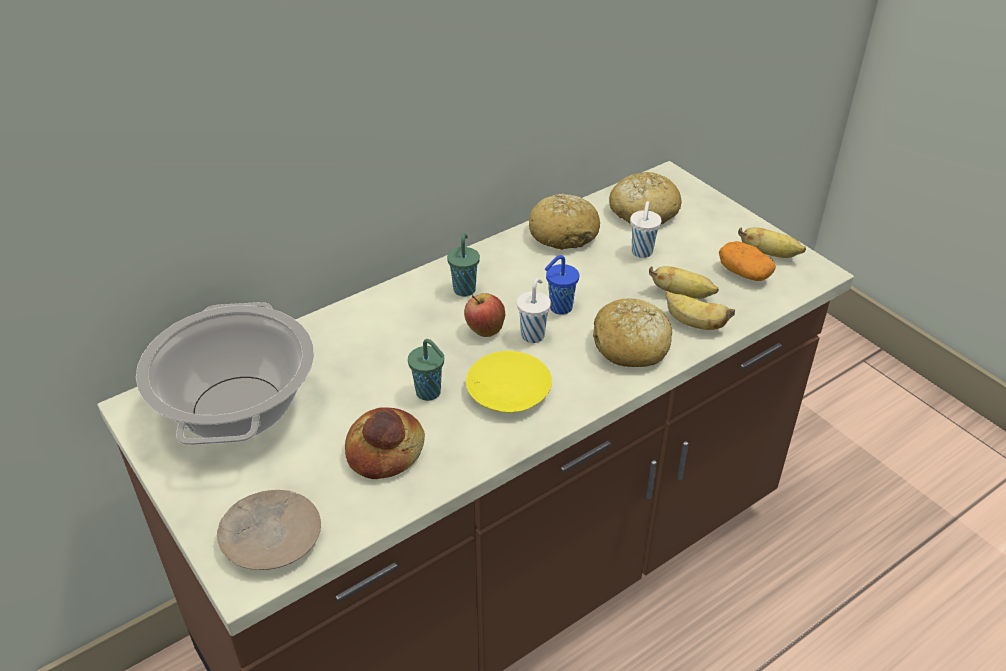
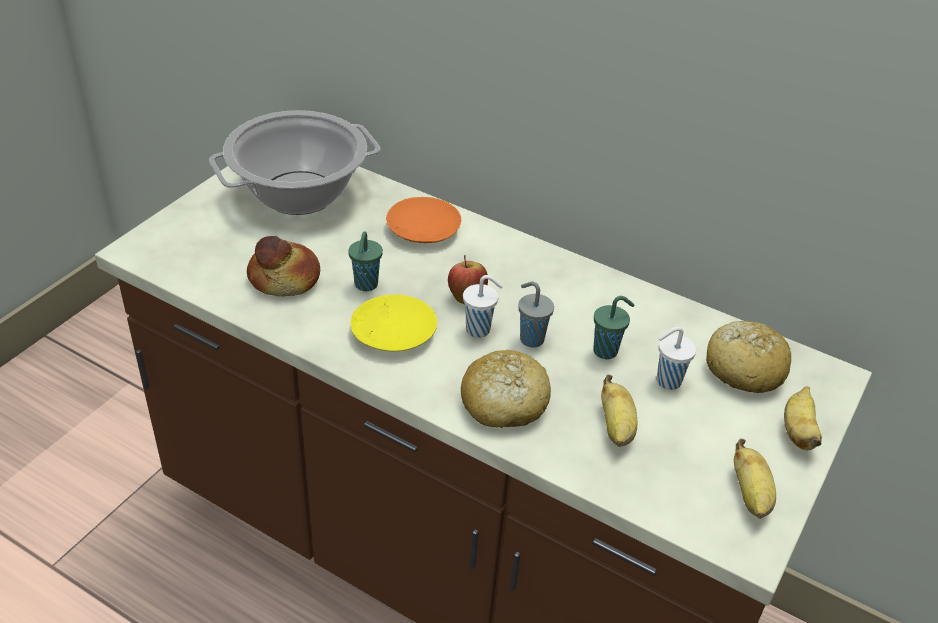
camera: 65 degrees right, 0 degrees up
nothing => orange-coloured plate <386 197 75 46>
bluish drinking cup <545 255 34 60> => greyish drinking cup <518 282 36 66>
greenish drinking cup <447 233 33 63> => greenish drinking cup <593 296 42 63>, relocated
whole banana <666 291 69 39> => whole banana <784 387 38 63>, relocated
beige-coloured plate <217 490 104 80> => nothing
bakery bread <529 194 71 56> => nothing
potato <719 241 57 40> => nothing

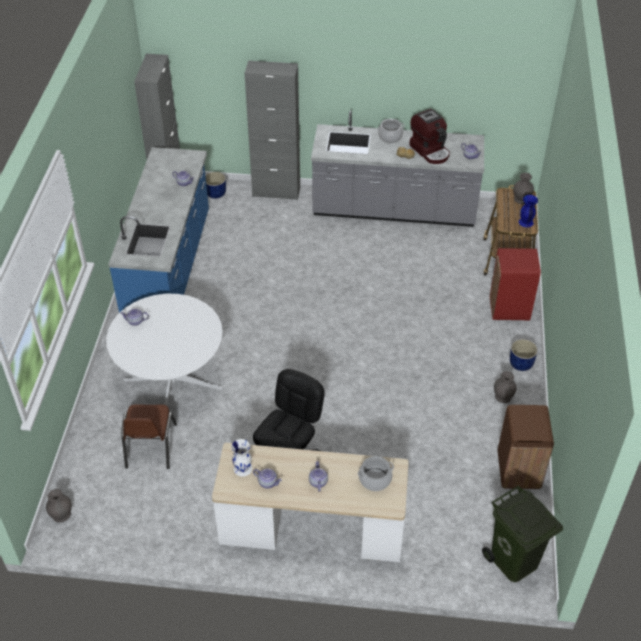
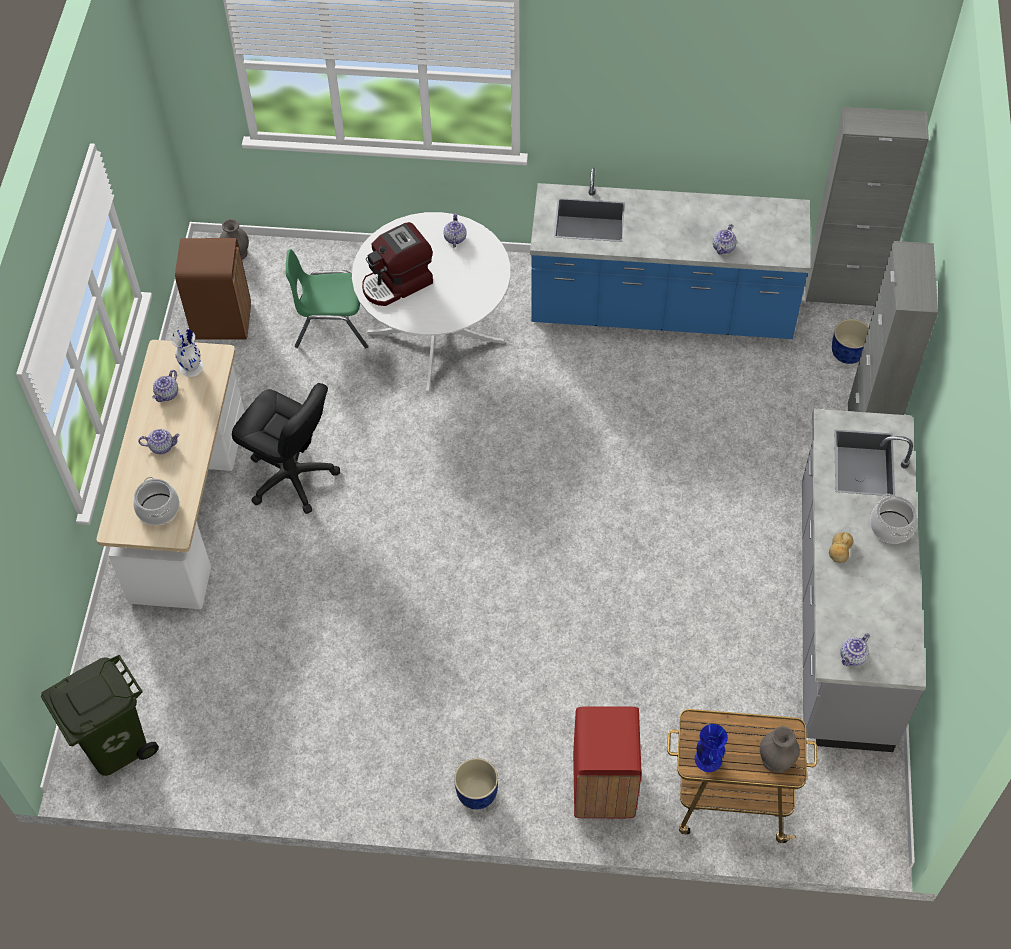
camera: 90 degrees right, 10 degrees up
brownish trash can <498 405 56 84> => brownish trash can <175 238 76 102>, relocated
brownish upright chair <121 404 56 65> => greenish upright chair <286 249 82 99>
coffee maker <409 109 41 55> => coffee maker <362 222 71 84>, relocated
greyish vase <494 371 23 32> => nothing

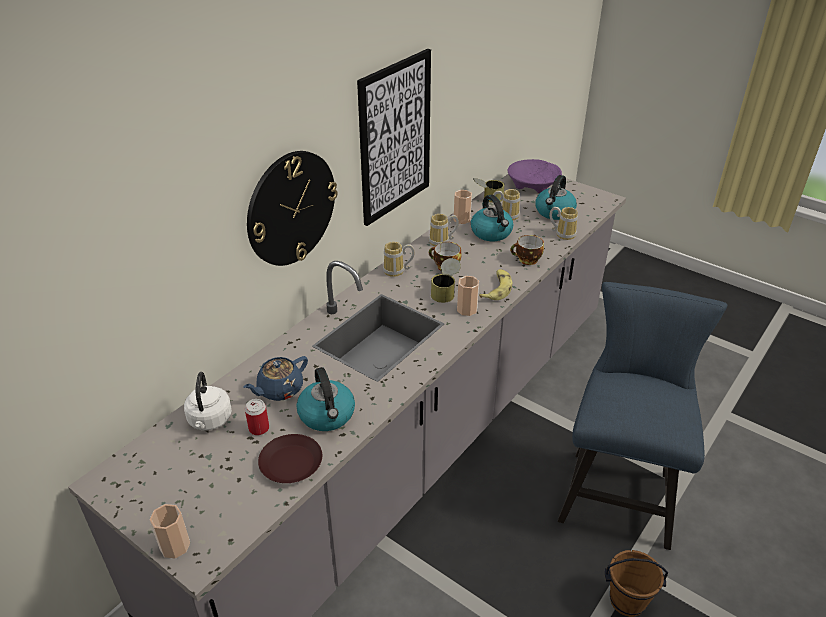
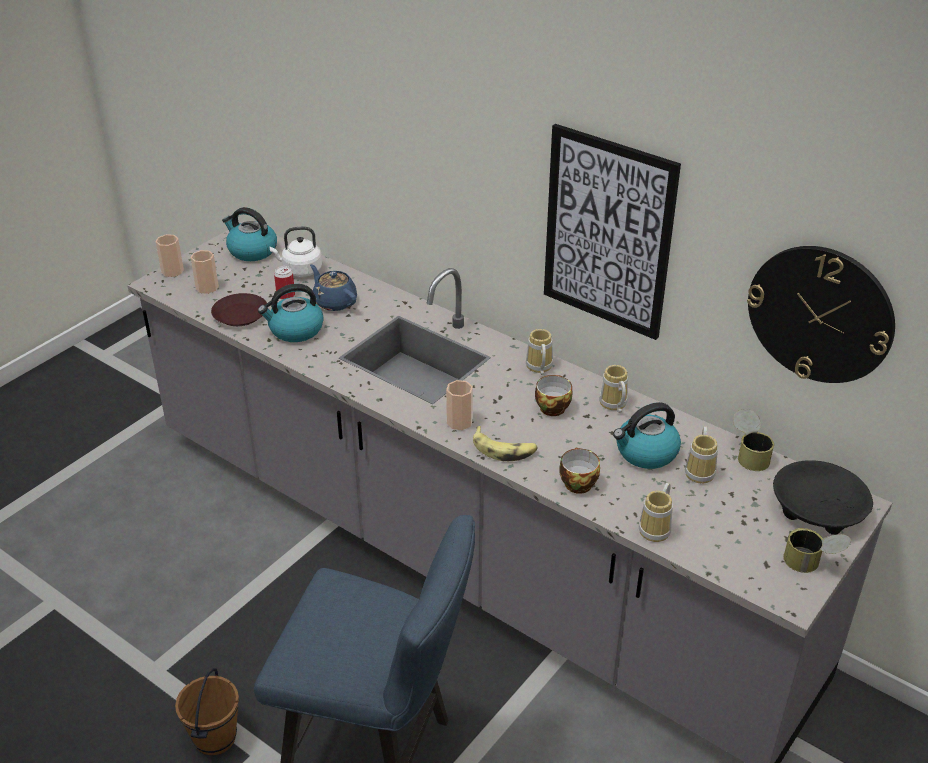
camera: 90 degrees right, 0 degrees up
drinking cup <453 190 19 34> => drinking cup <190 250 29 44>, relocated
kettle <535 175 42 45> => kettle <222 207 55 54>, relocated
hanging clock <247 151 90 115> => hanging clock <747 246 148 137>, relocated
purple-coloured deep dish <508 159 54 34> => blackish deep dish <773 460 100 75>
metal can <431 258 30 45> => metal can <783 528 68 45>, relocated

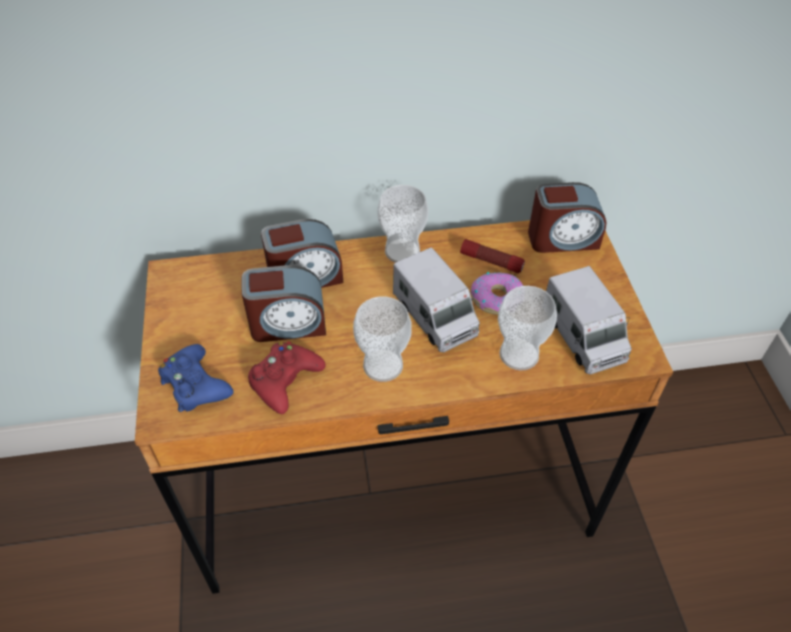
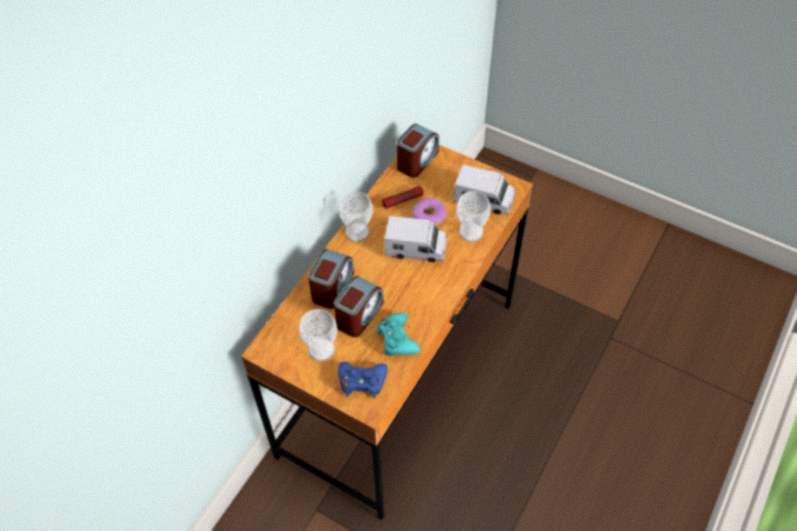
camera: 50 degrees left, 5 degrees up
drinking cup <353 297 59 85> => drinking cup <299 309 38 52>, relocated
reddish gamepad <248 342 77 72> => turquoise-coloured gamepad <376 312 44 44>

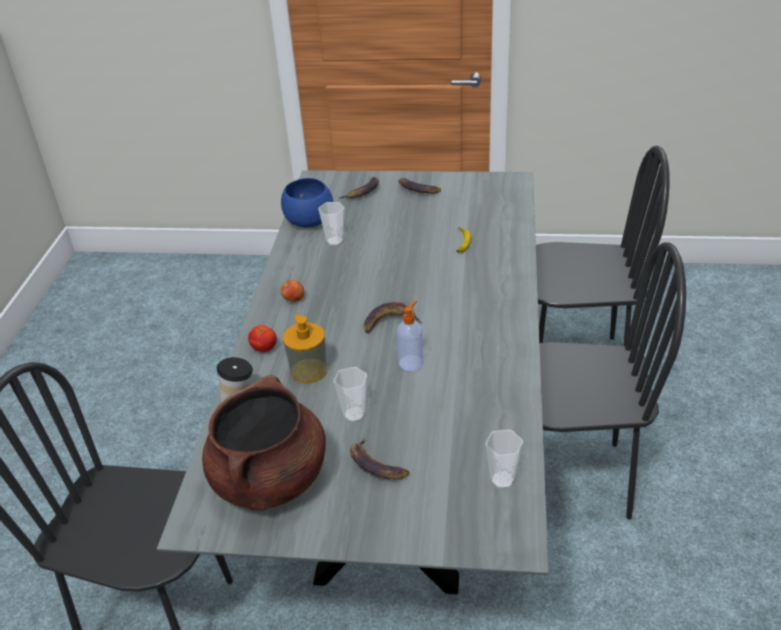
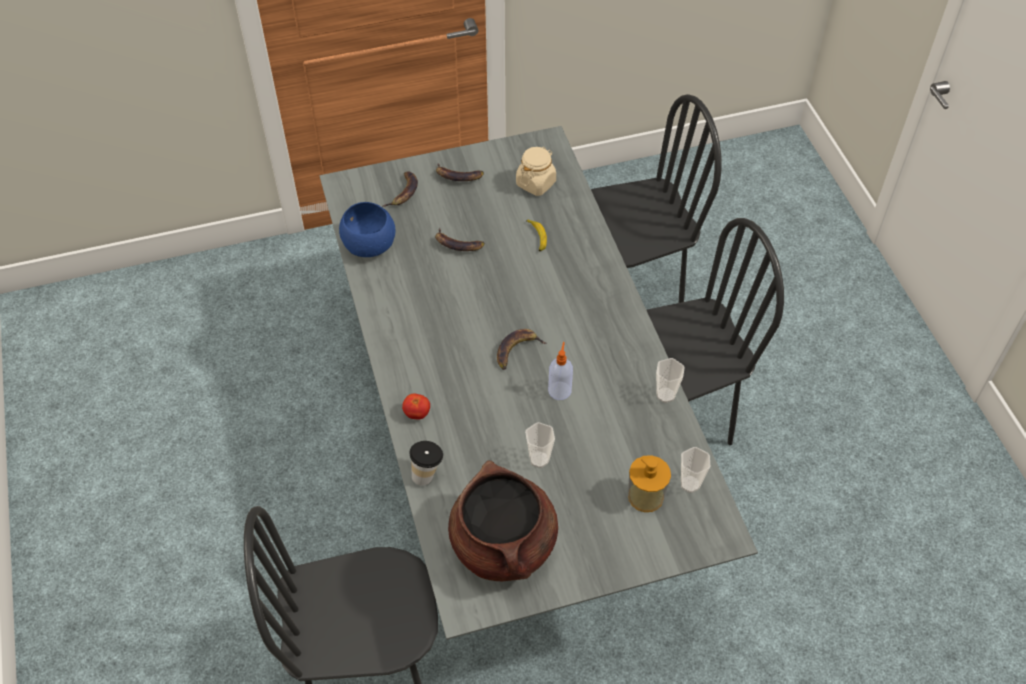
camera: 25 degrees left, 15 degrees up
whole banana <350 438 59 42> => whole banana <435 228 50 23>, relocated
nothing => beige-coloured jar <516 147 40 49>
liquid soap bottle <283 314 44 70> => liquid soap bottle <628 455 43 57>, relocated
drinking cup <318 202 27 44> => drinking cup <656 358 29 45>, relocated
apple fruit <280 280 24 22> => nothing

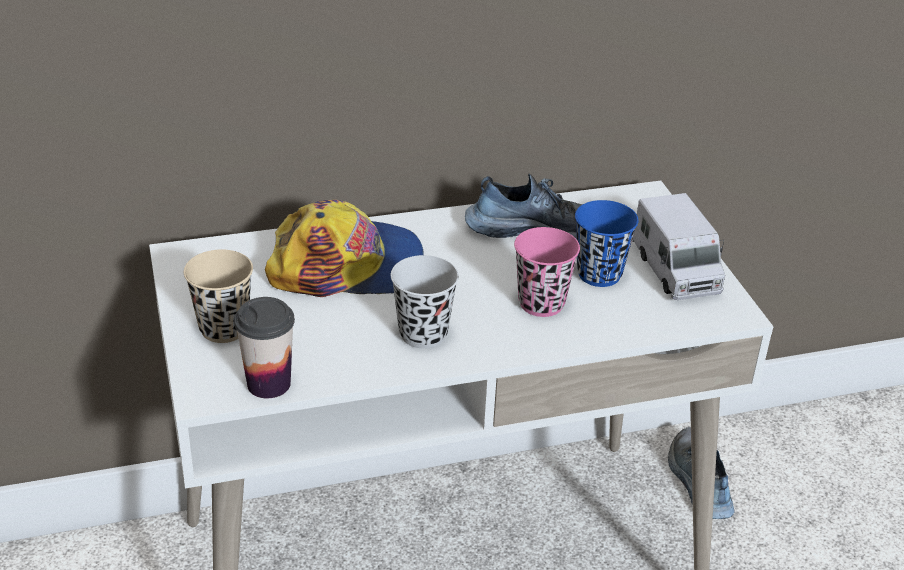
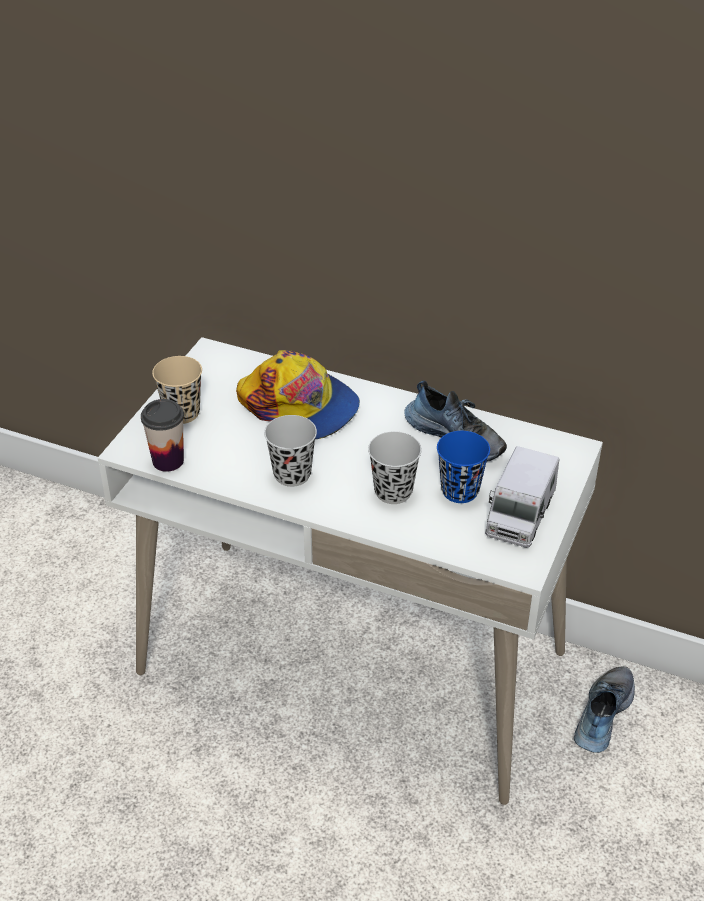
camera: 40 degrees right, 5 degrees up
pinkish drinking cup <514 227 66 90> => blackish drinking cup <368 431 54 73>

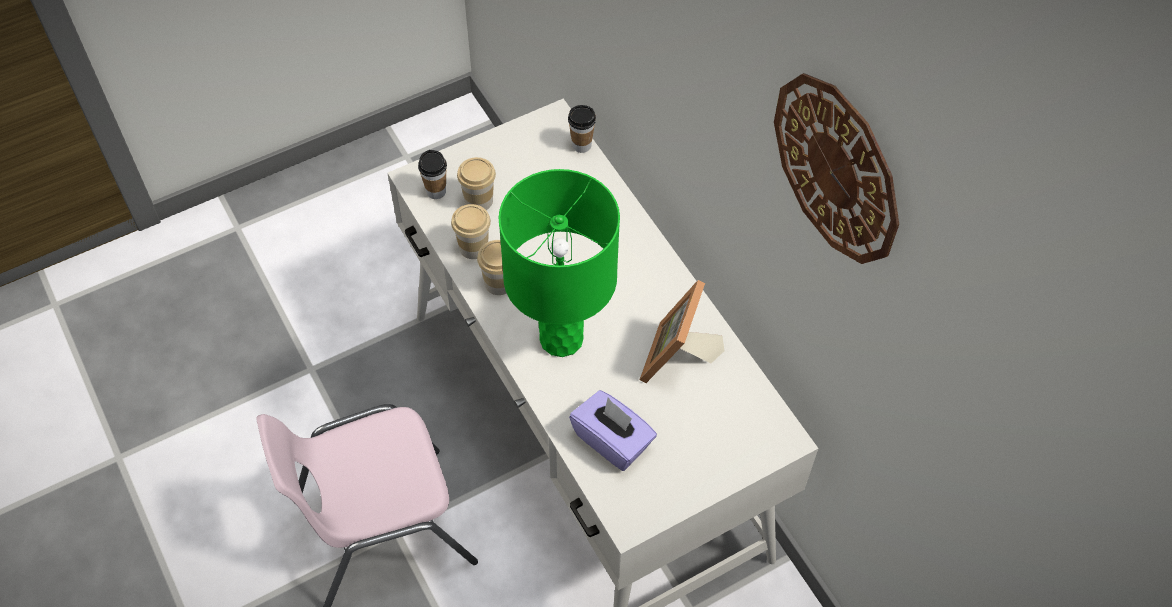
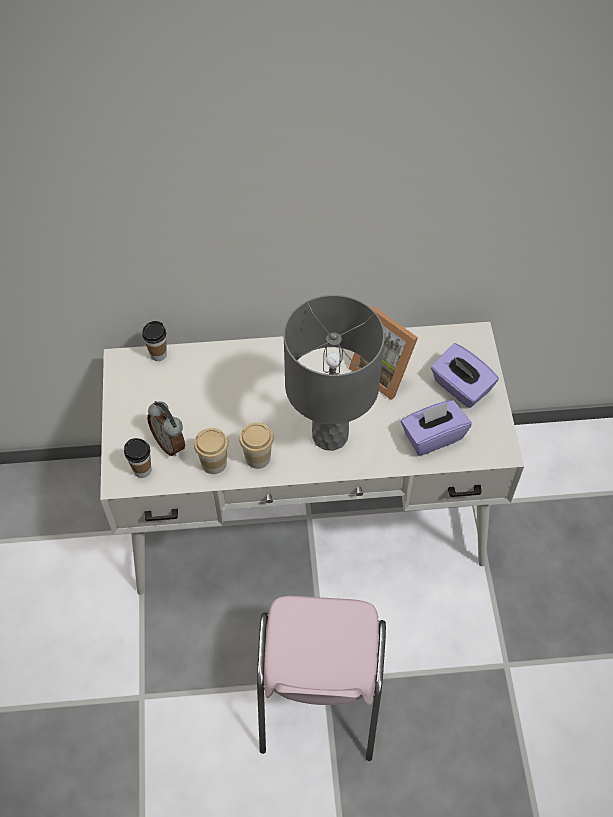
camera: 65 degrees left, 0 degrees up
drinking cup <457 157 39 53> => alarm clock <147 401 38 55>
greenish table lamp <499 169 121 188> => greyish table lamp <283 295 102 156>
nothing => purple-coloured tissue box <431 343 68 65>
hanging clock <774 73 125 191> => nothing

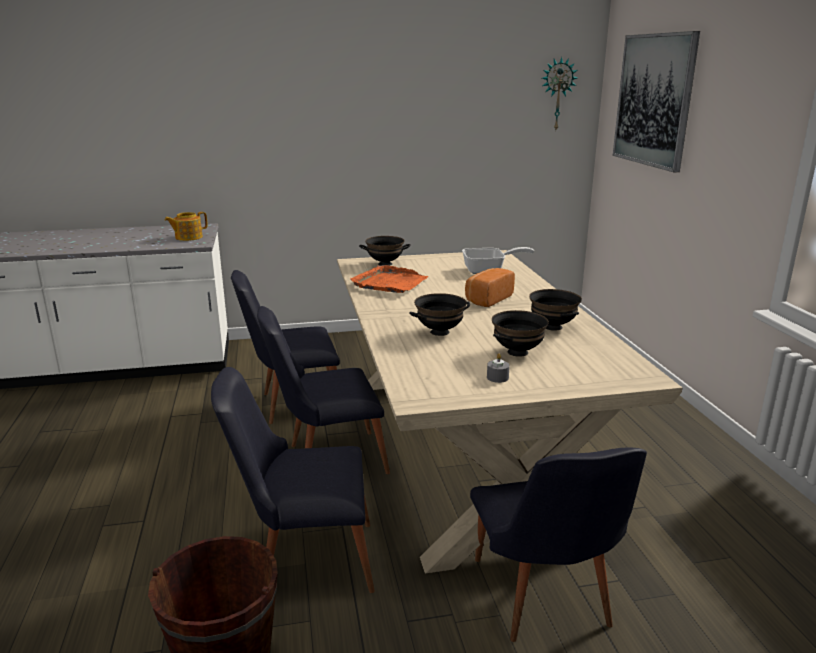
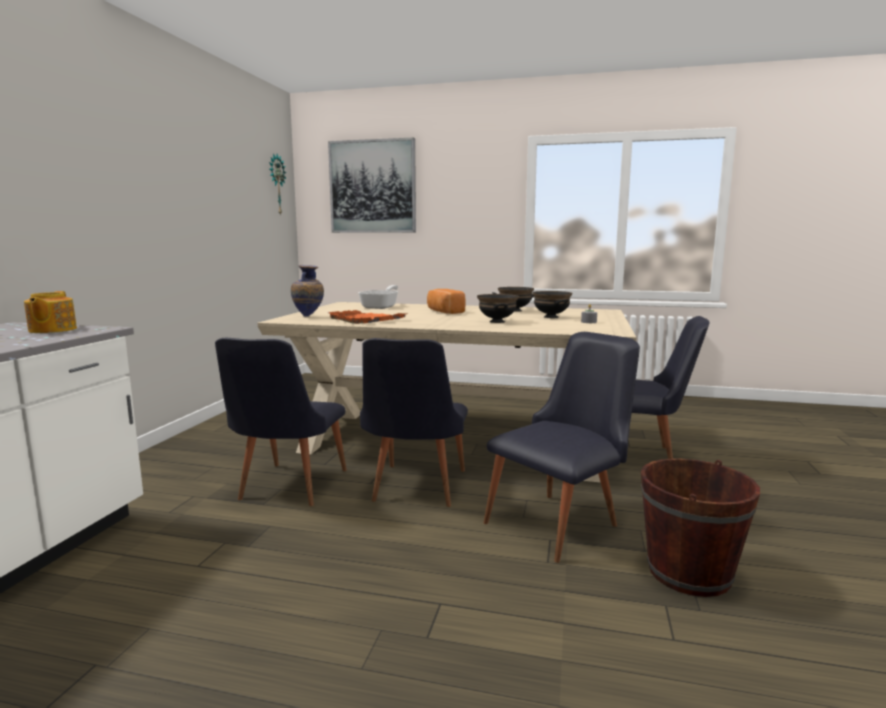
camera: 65 degrees left, 10 degrees down
blackish deep dish <359 236 52 30> => vase <291 265 33 52>
blackish upright chair <211 367 164 226> => blackish upright chair <484 332 156 231>, 150 degrees counterclockwise

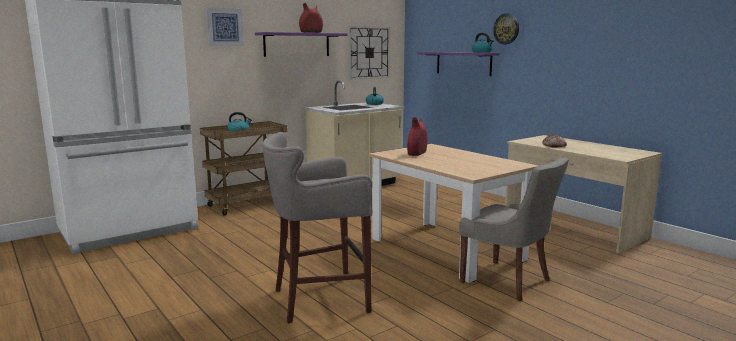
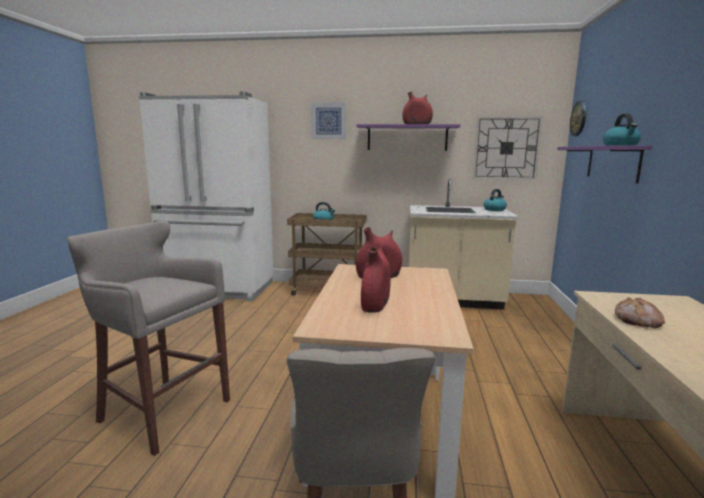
camera: 45 degrees right, 0 degrees up
nothing => reddish vase <361 246 30 67>
hanging clock <493 13 26 31> => hanging clock <570 101 16 35>, relocated

